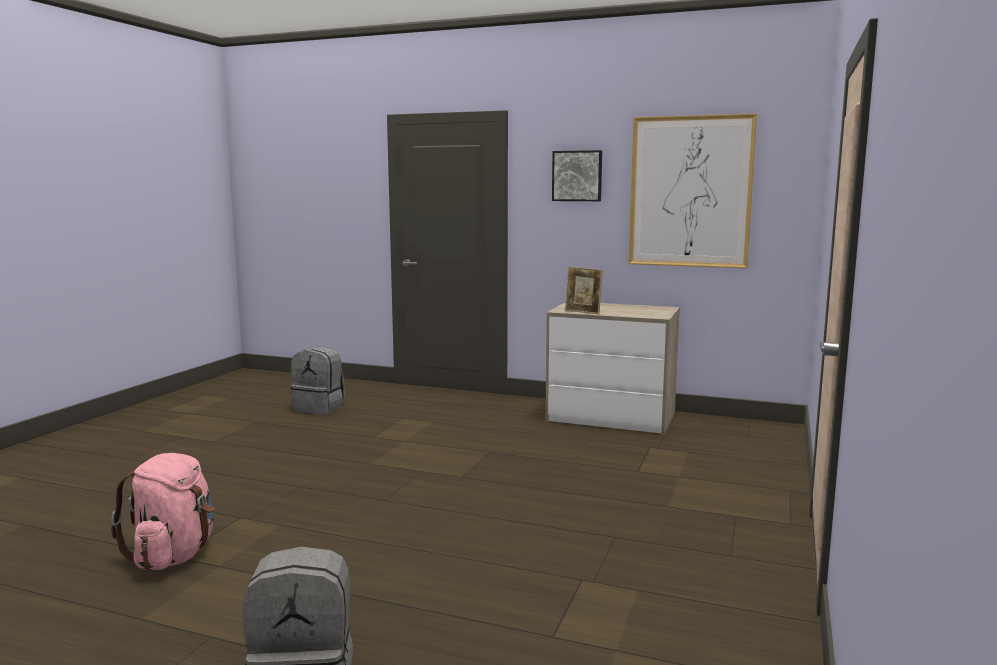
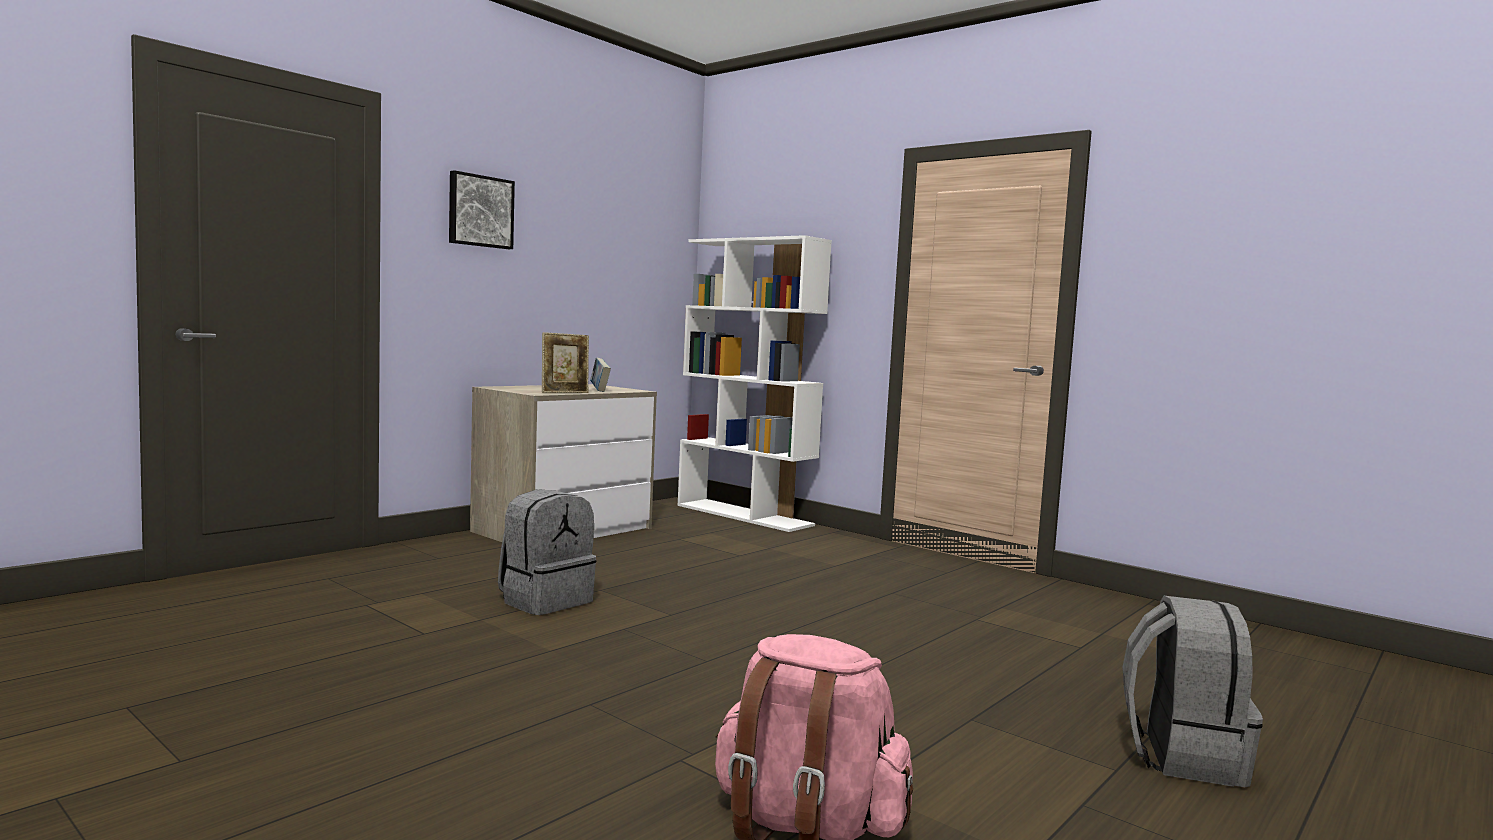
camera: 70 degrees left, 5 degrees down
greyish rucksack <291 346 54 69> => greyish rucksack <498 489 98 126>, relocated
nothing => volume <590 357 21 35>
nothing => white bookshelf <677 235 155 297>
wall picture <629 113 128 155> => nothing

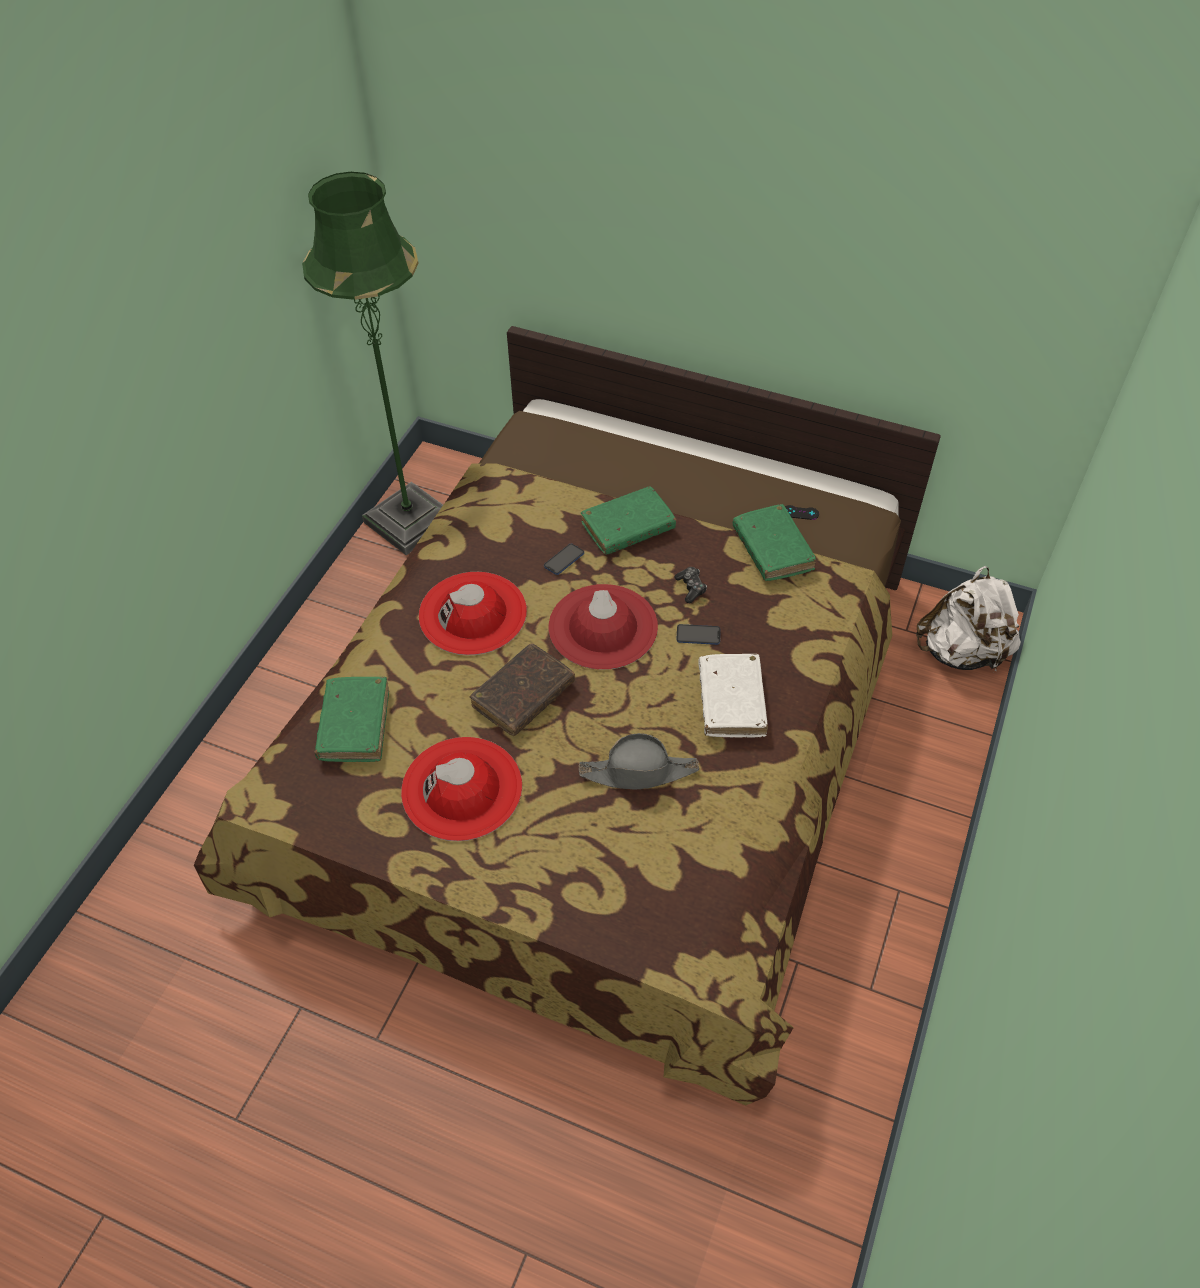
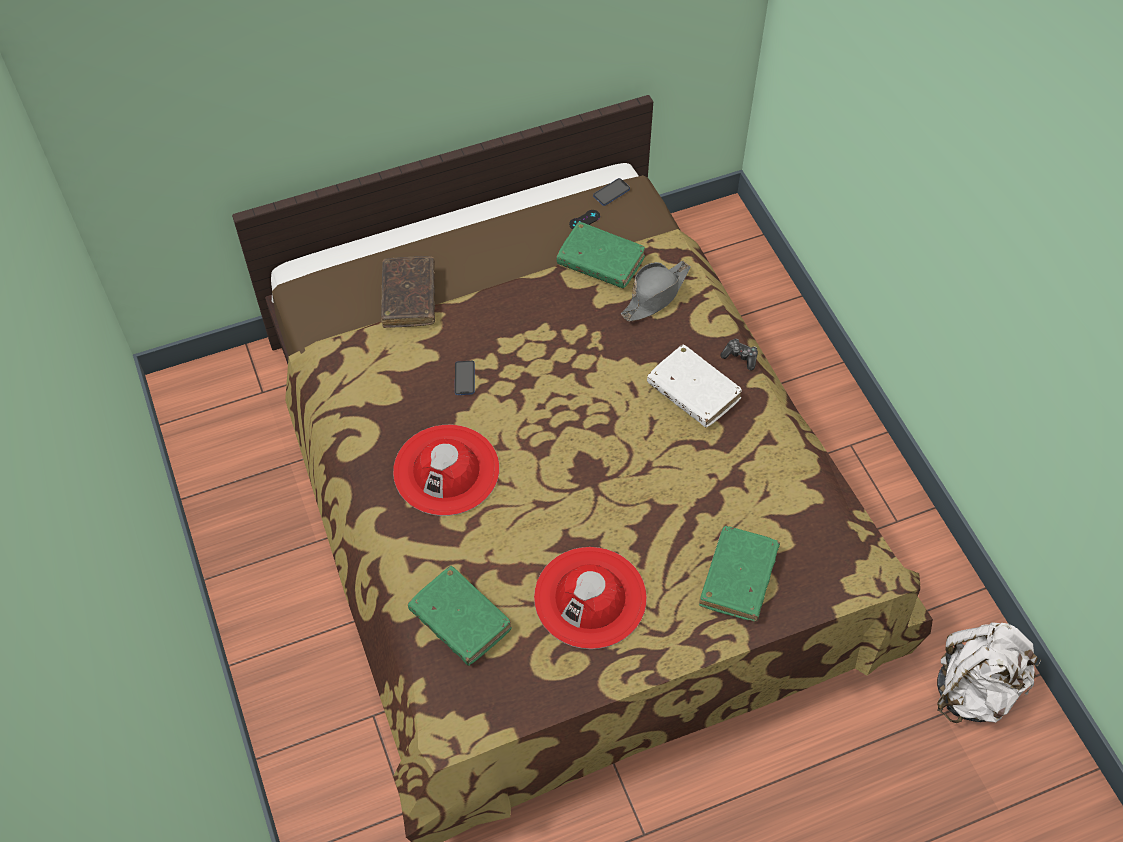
camera: 45 degrees left, 5 degrees up
brownish volume <470 644 105 92> => brownish volume <381 256 54 72>, relocated
handset <676 624 45 21> => handset <593 178 37 28>, relocated
greyish clothing hat <579 733 120 56> => greyish clothing hat <621 261 69 61>, relocated
greenish volume <581 486 95 69> => greenish volume <699 526 81 96>, relocated
gamepad <675 567 32 36> => gamepad <720 339 38 32>, relocated
white rucksack <916 566 105 107> => white rucksack <937 622 104 101>, relocated
greenish standing lamp <302 172 141 383> => nothing
reddish clothing hat <549 584 109 86> => nothing

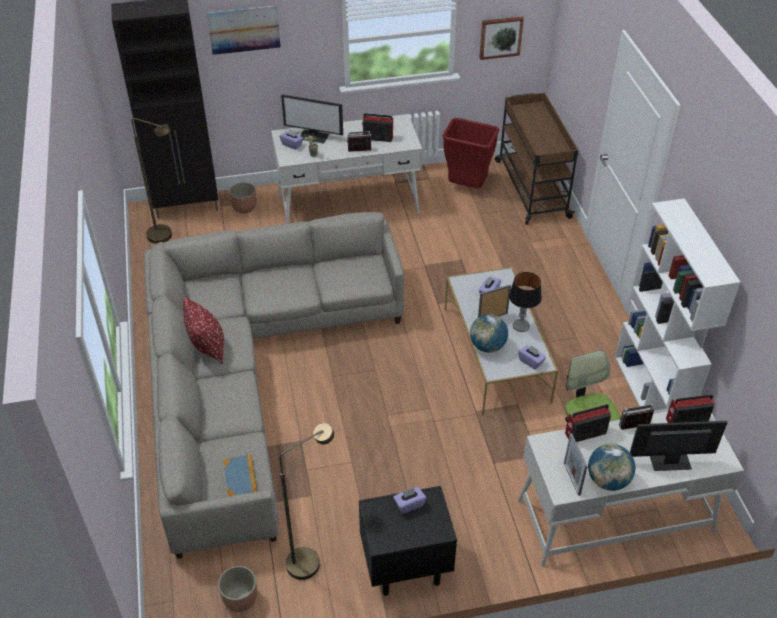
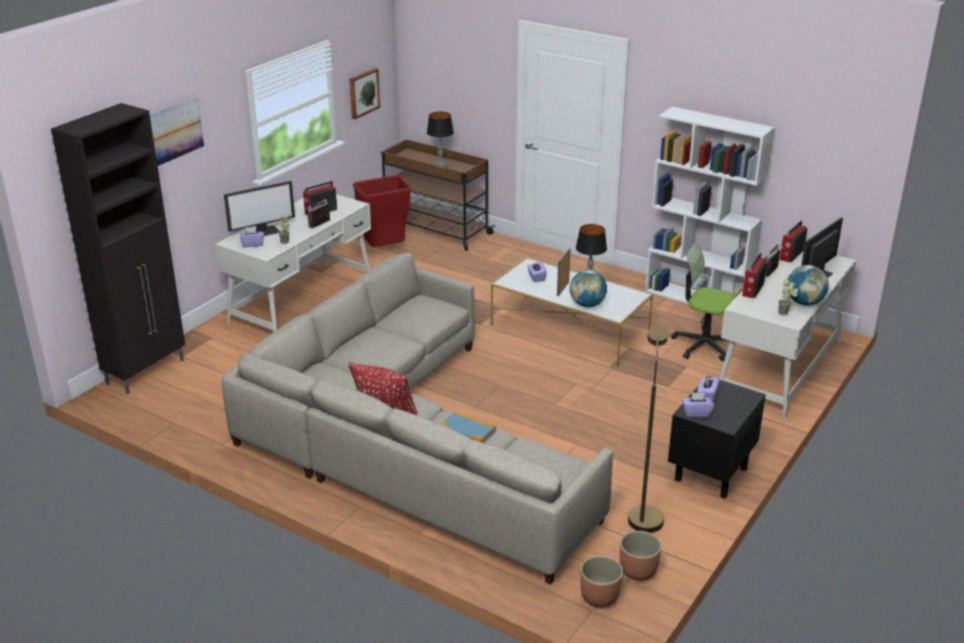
camera: 45 degrees left, 15 degrees down
nothing => table lamp <427 112 27 55>
volume <223 454 34 43> => volume <441 411 55 32>, relocated
planter <229 182 27 32> => planter <580 556 43 52>, relocated
purple-coloured tissue box <518 345 28 25> => purple-coloured tissue box <682 393 32 24>, relocated
photo frame <564 433 24 63> => plant in a pot <778 279 20 37>
brownish standing lamp <131 118 41 126> => nothing

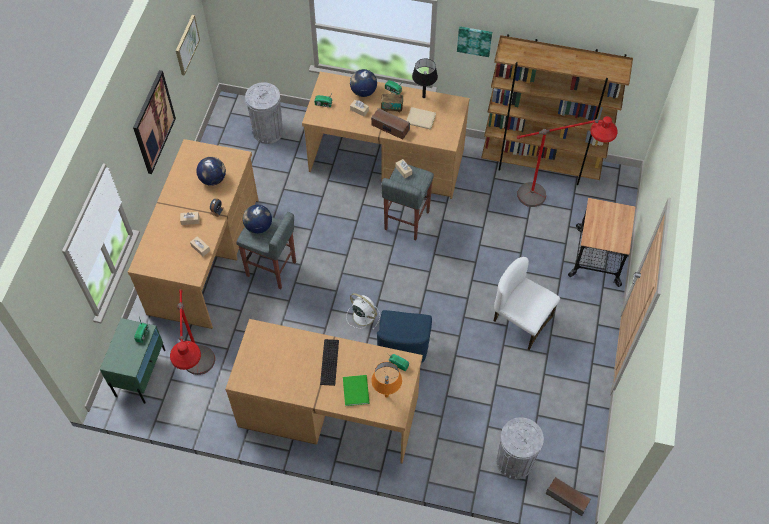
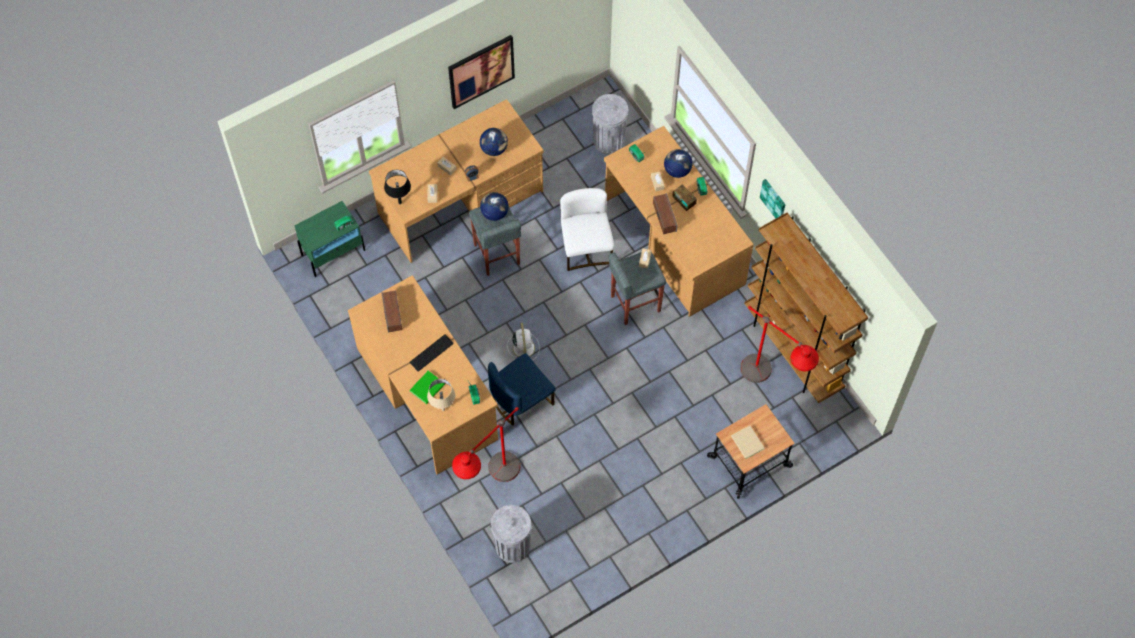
camera: 45 degrees right, 5 degrees up
audio speaker <545 477 46 39> => audio speaker <381 290 21 43>, relocated
blackish table lamp <412 58 26 40> => blackish table lamp <384 170 27 34>, relocated
orange-coloured table lamp <371 362 31 36> => beige-coloured table lamp <427 379 28 32>
reddish standing lamp <170 289 45 86> => reddish standing lamp <452 407 68 75>, relocated
white upright chair <494 257 66 93> => white upright chair <560 188 54 83>, relocated
beige-coloured volume <406 107 30 23> => beige-coloured volume <731 426 33 33>, relocated
wall picture <176 15 24 61> => nothing

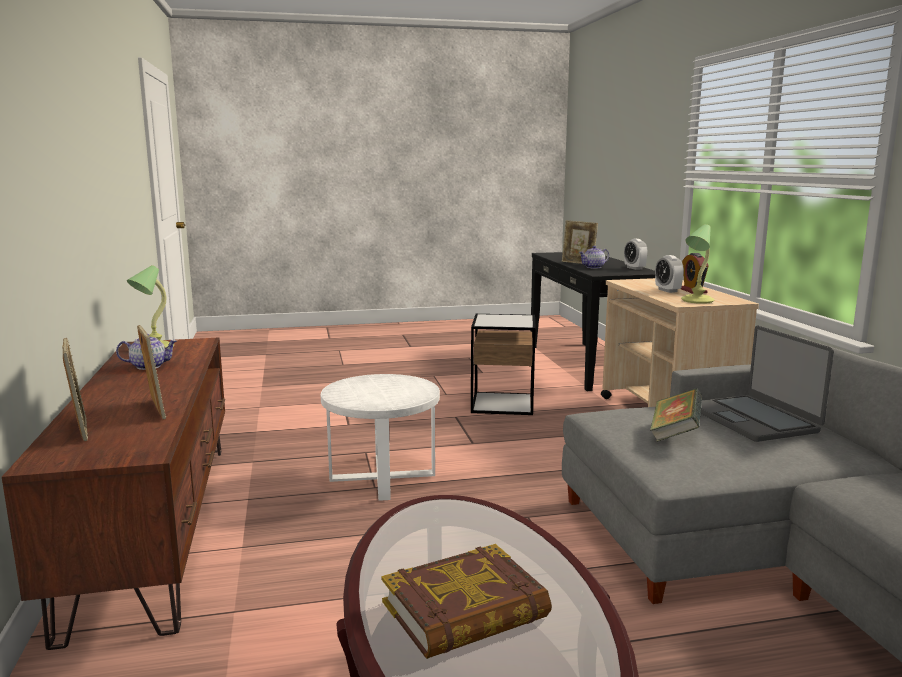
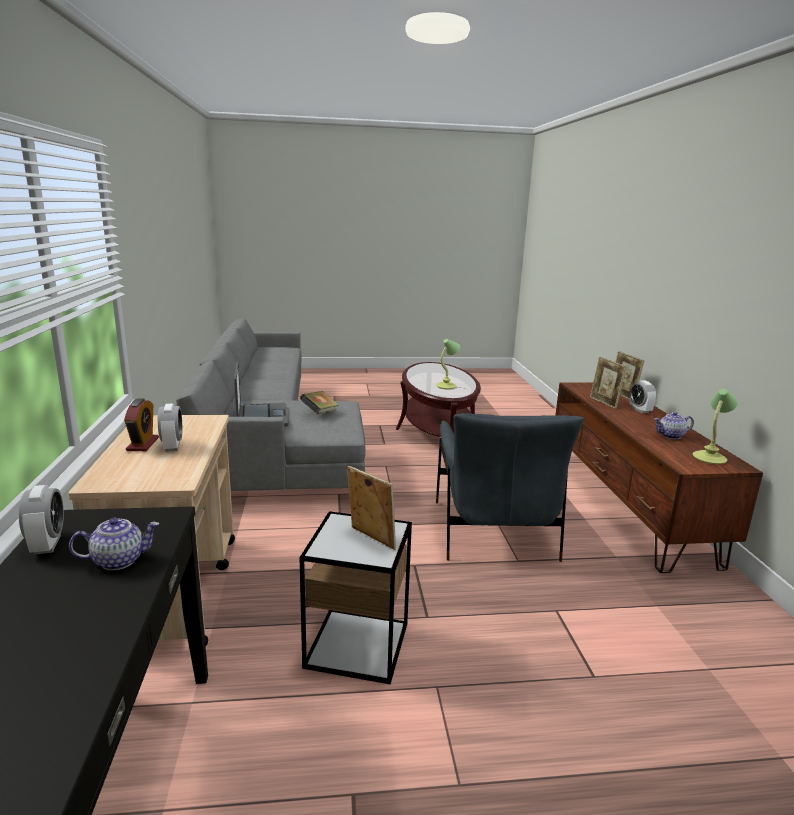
camera: 175 degrees left, 5 degrees up
photo frame <562 220 36 44> => photo frame <347 466 49 84>, relocated
table lamp <681 224 33 80> => table lamp <436 339 24 50>, relocated
white end table <321 374 119 127> => greyish lounge chair <436 413 148 149>
nothing => alarm clock <629 380 27 33>
volume <382 544 170 115> => nothing

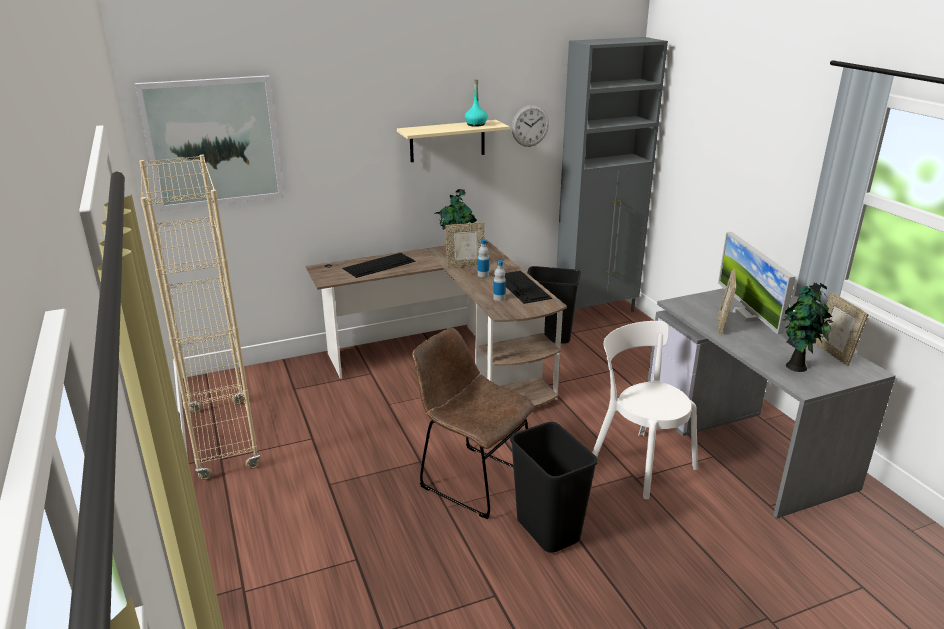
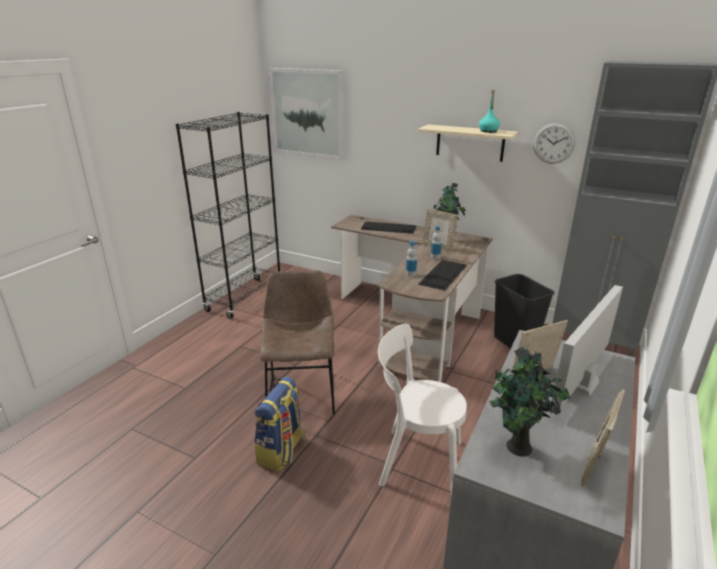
camera: 50 degrees right, 0 degrees up
beige-coloured bookshelf <139 155 121 325> => blackish bookshelf <176 112 104 207>
blackish trash can <510 422 88 131> => rucksack <255 377 50 94>
white upright chair <592 321 106 178> => white upright chair <378 324 89 170>, 90 degrees counterclockwise

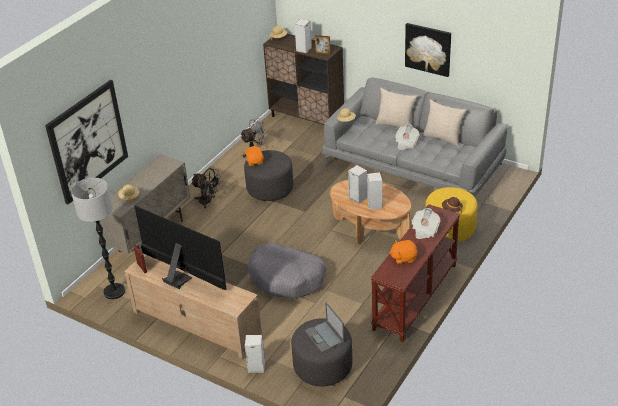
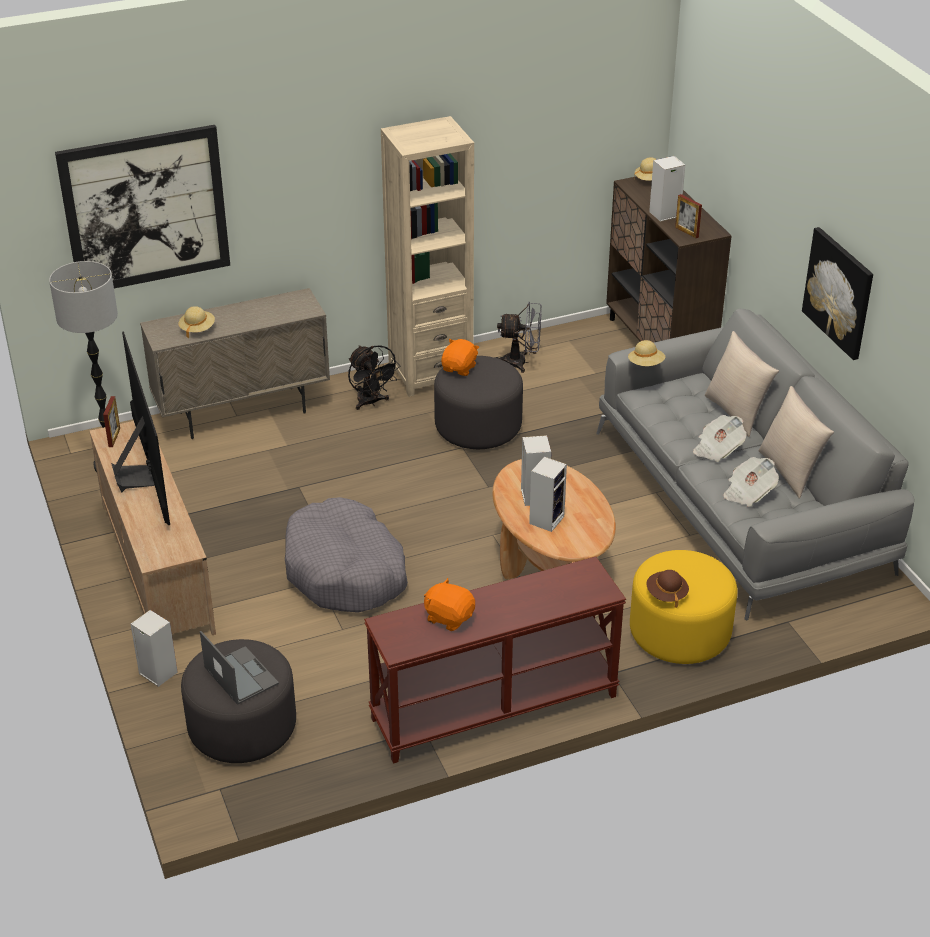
camera: 35 degrees right, 0 degrees up
portable computer <305 302 40 50> => portable computer <200 631 79 74>, 135 degrees clockwise
nothing => beige-coloured bookshelf <381 116 93 281>
printed paper <411 208 29 31> => printed paper <723 457 56 49>, relocated

